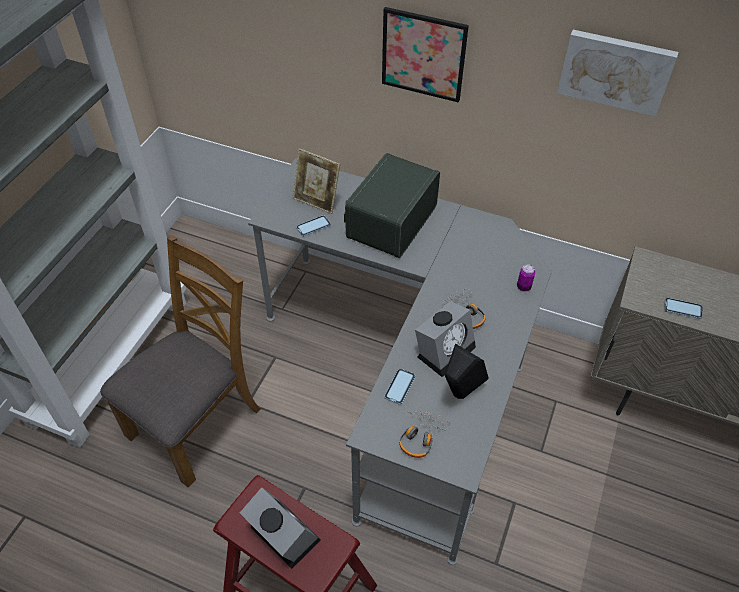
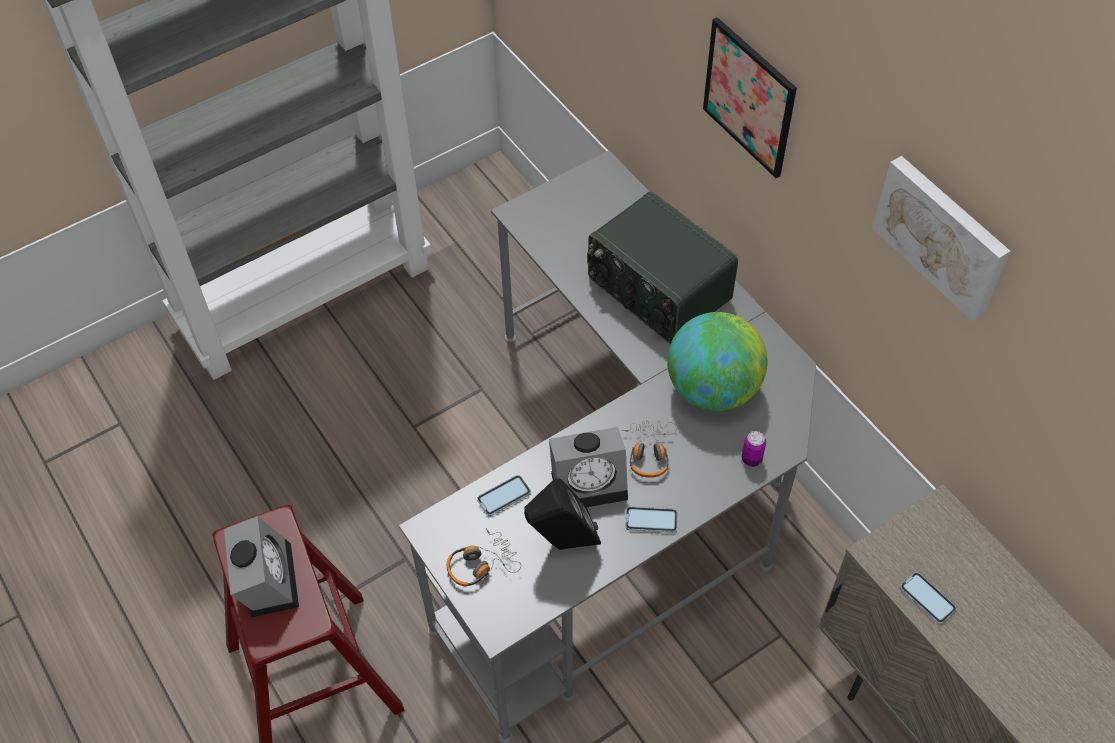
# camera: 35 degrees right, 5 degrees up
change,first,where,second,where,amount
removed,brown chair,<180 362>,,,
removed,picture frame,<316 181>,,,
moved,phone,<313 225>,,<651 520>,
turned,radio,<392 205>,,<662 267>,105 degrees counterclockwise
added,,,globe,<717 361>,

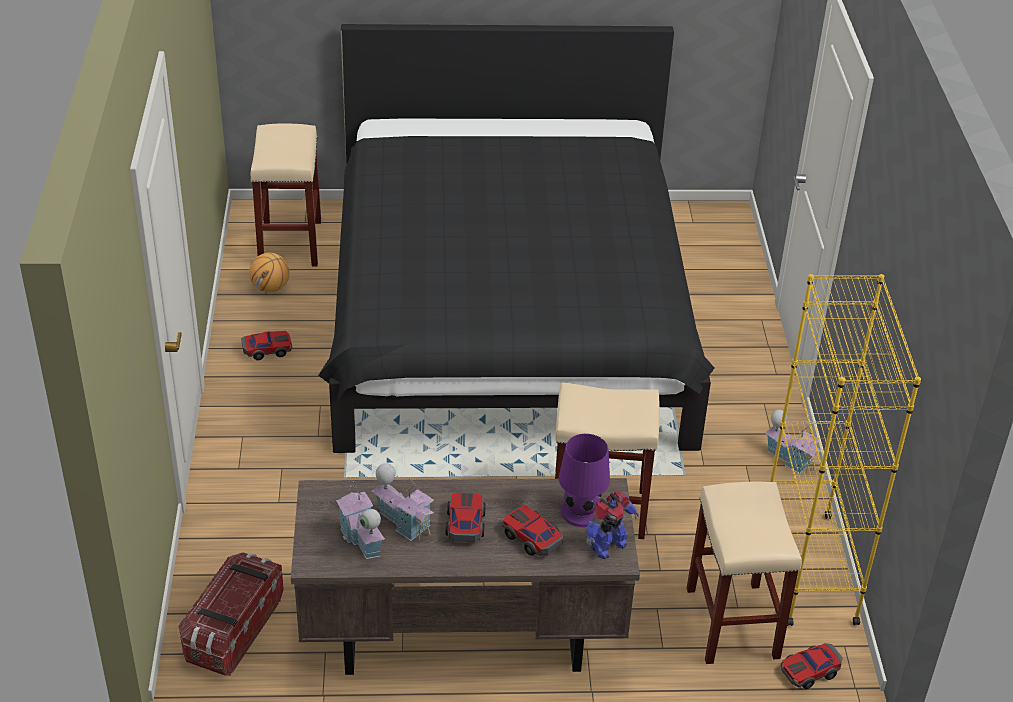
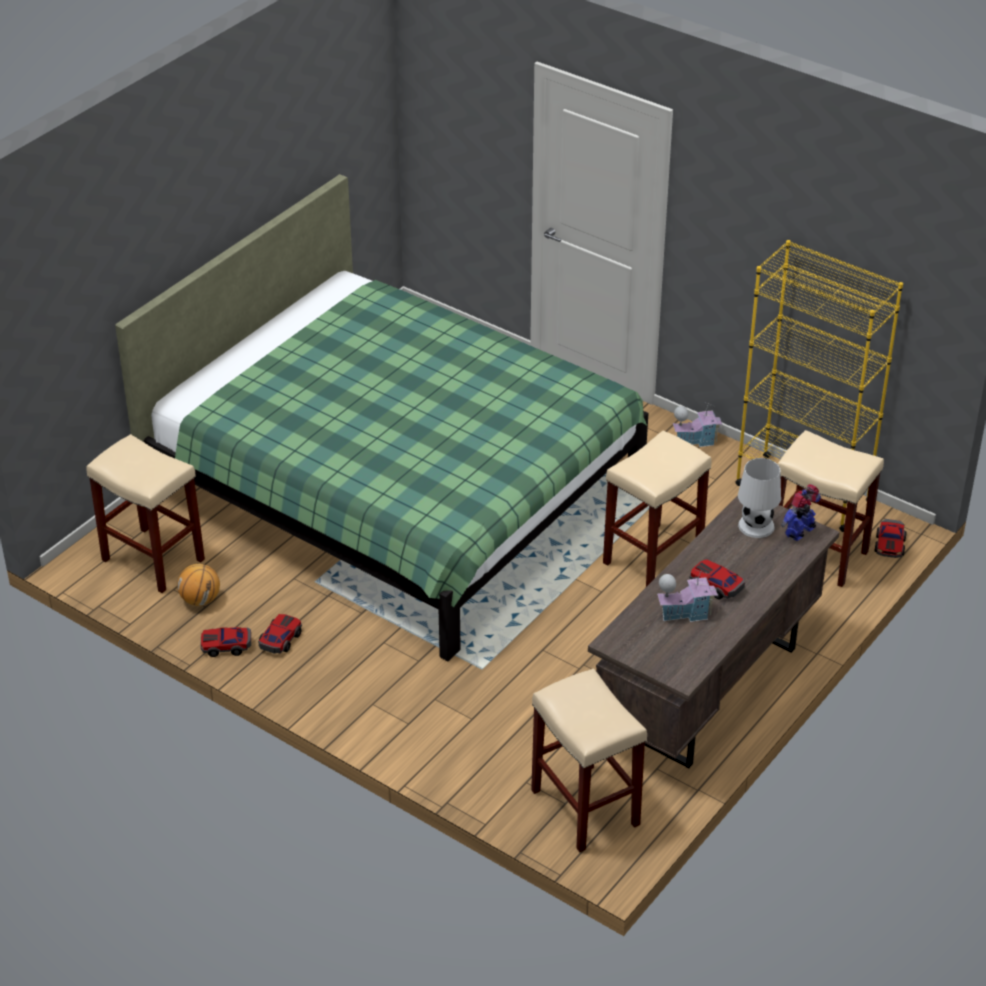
# camera: 50 degrees left, 0 degrees up
change,first,where,second,where,amount
replaced,storage box,<231 614>,beige stool,<589 760>,
recoloured,black bed,<516 238>,green bed,<381 417>,
removed,toy house,<360 520>,,,
moved,toy car,<532 531>,,<225 642>,
recoloured,purple table lamp,<584 480>,white table lamp,<759 498>,
turned,toy robot,<612 525>,,<801 512>,135 degrees counterclockwise

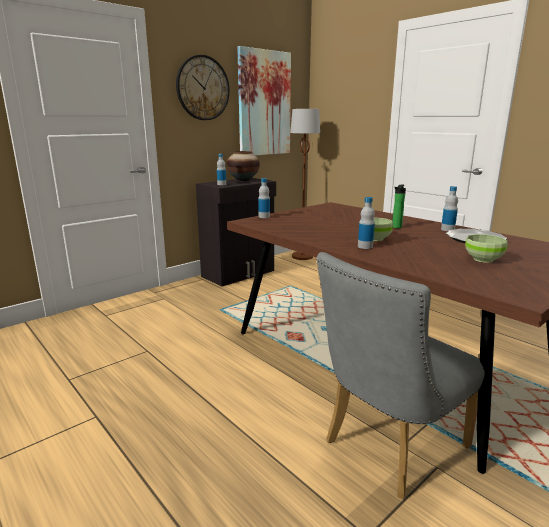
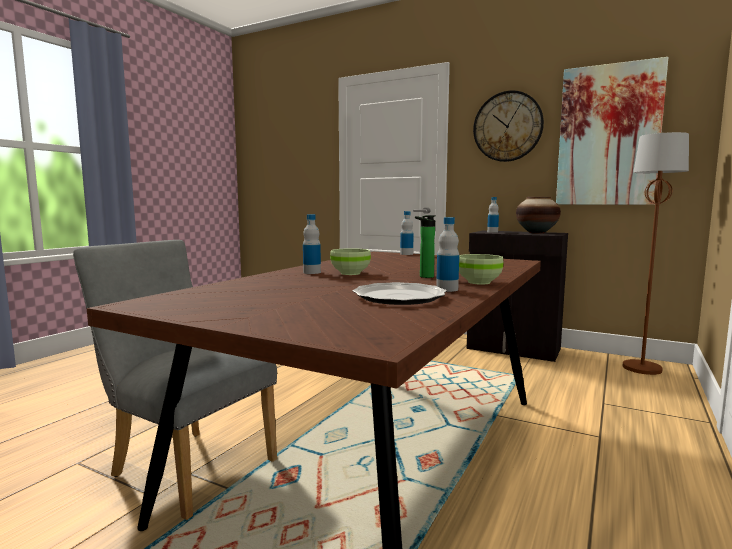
# camera: 70 degrees right, 10 degrees down
change,first,where,second,where,amount
moved,green bowl,<486 248>,,<481 269>,

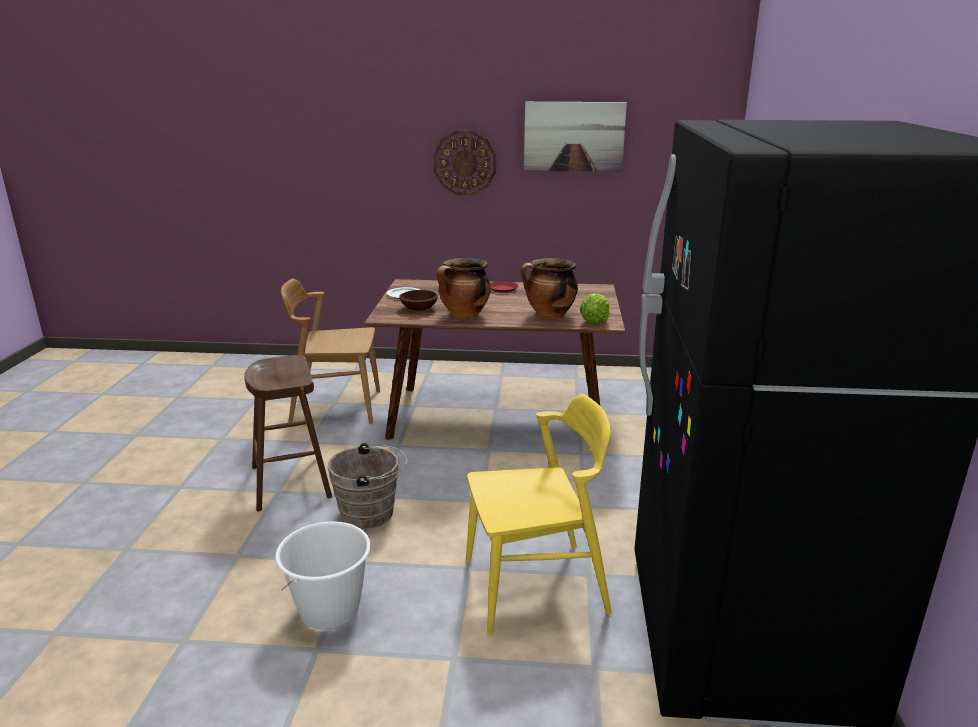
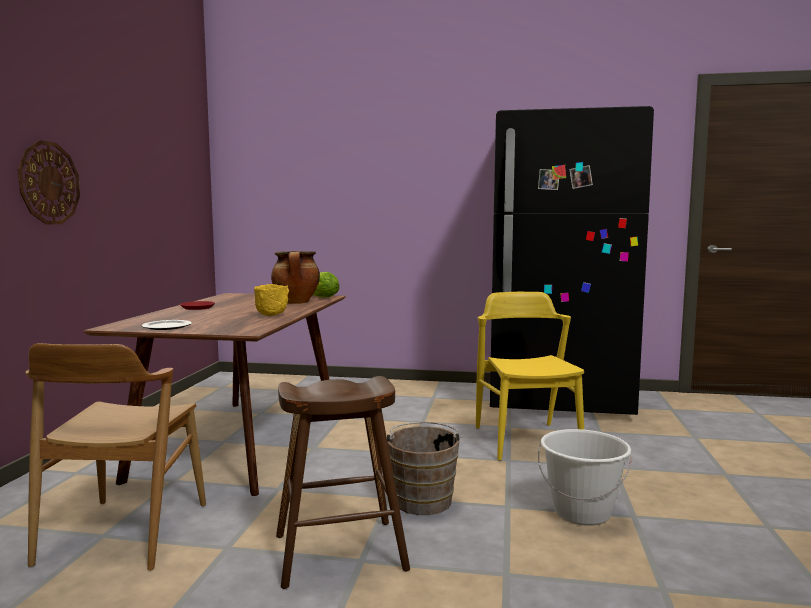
# camera: 85 degrees left, 15 degrees down
change,first,where,second,where,amount
removed,brown bowl,<418 300>,,,
replaced,cooking pot,<464 288>,yellow bowl,<271 300>,
removed,picture,<575 136>,,,

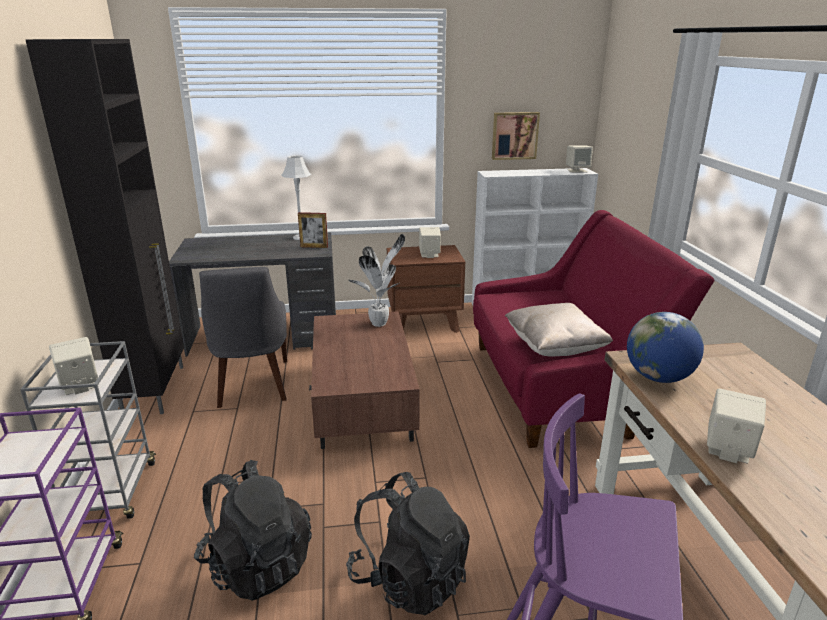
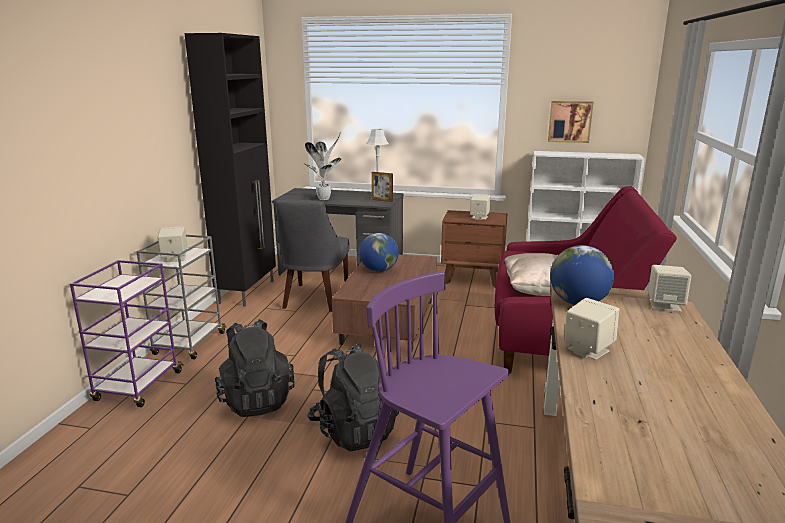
# camera: 20 degrees right, 5 degrees down
change,first,where,second,where,amount
moved,potted plant,<376 280>,,<322 166>,
moved,beige speaker,<579 159>,,<669 288>,
added,,,globe,<379 252>,

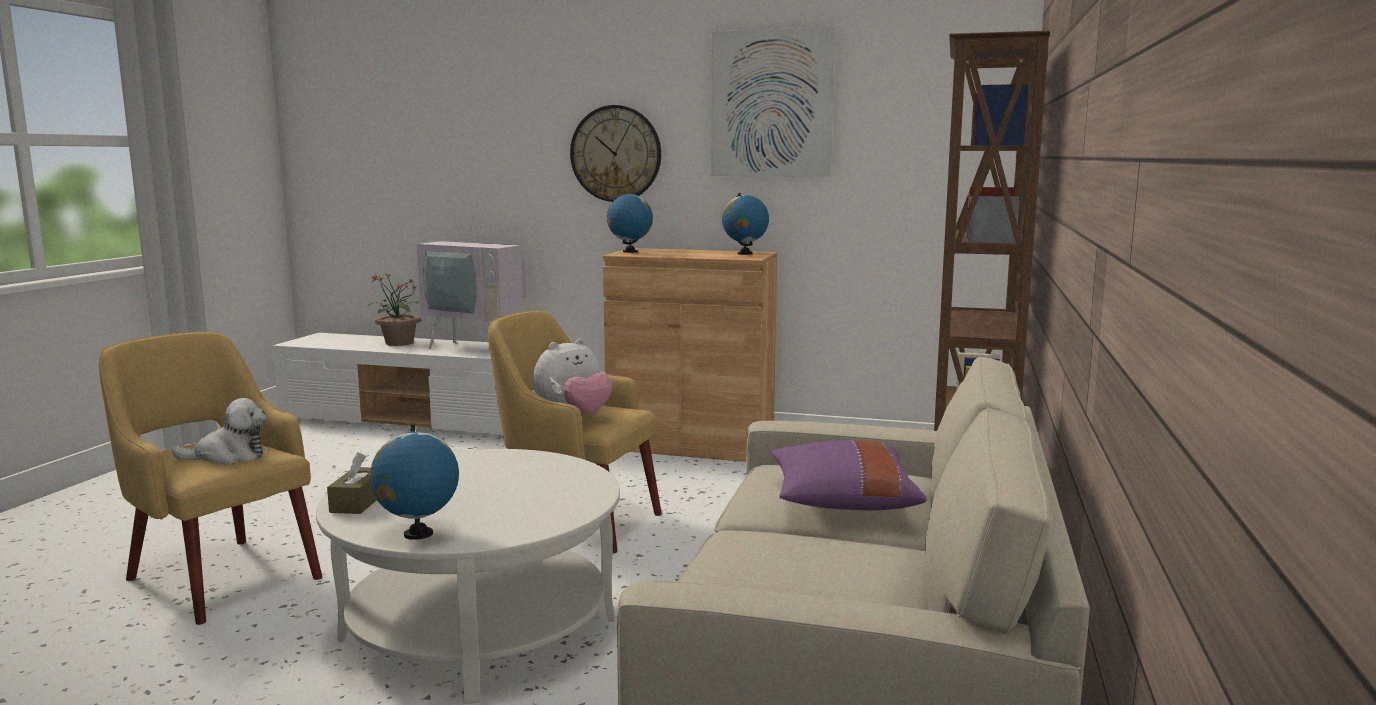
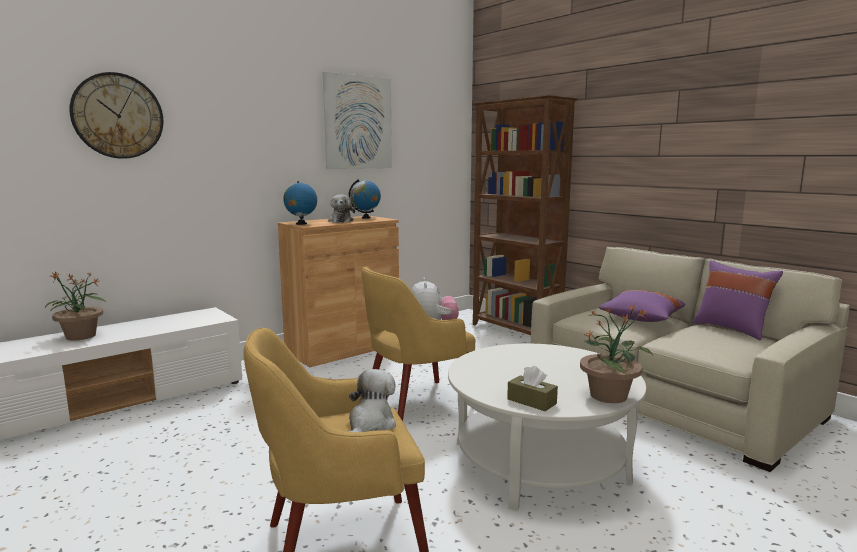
# camera: 55 degrees left, 0 degrees up
change,first,where,second,where,amount
replaced,globe,<414 482>,potted plant,<616 353>,
removed,television,<471 274>,,,
moved,wall clock,<615 153>,,<116 115>,
added,,,plush toy,<341 209>,
added,,,purple pillow,<737 300>,

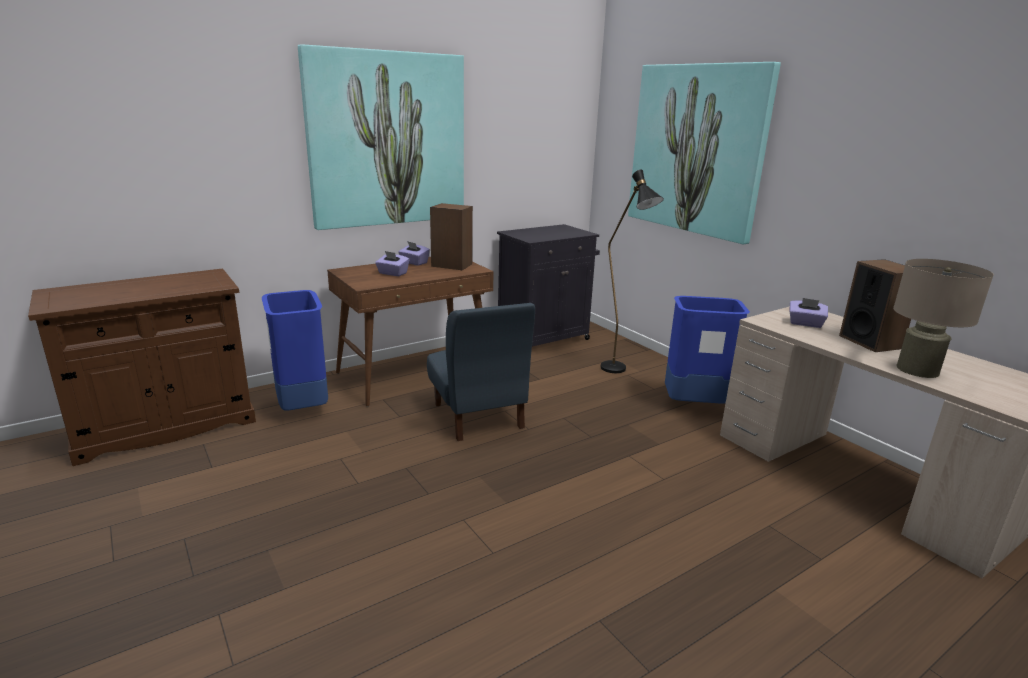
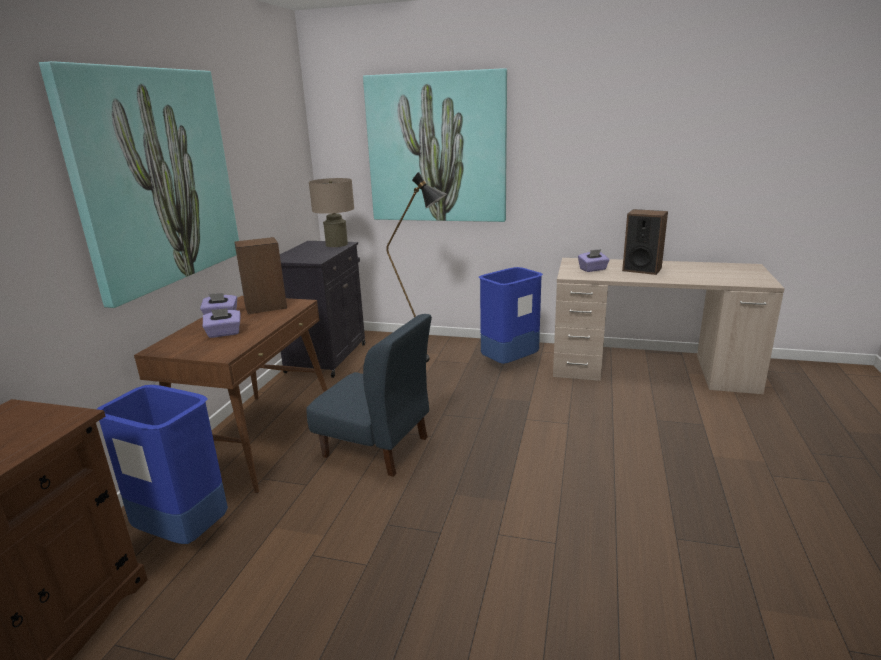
# camera: 40 degrees left, 0 degrees up
change,first,where,second,where,amount
moved,beige table lamp,<943 318>,,<331 212>,

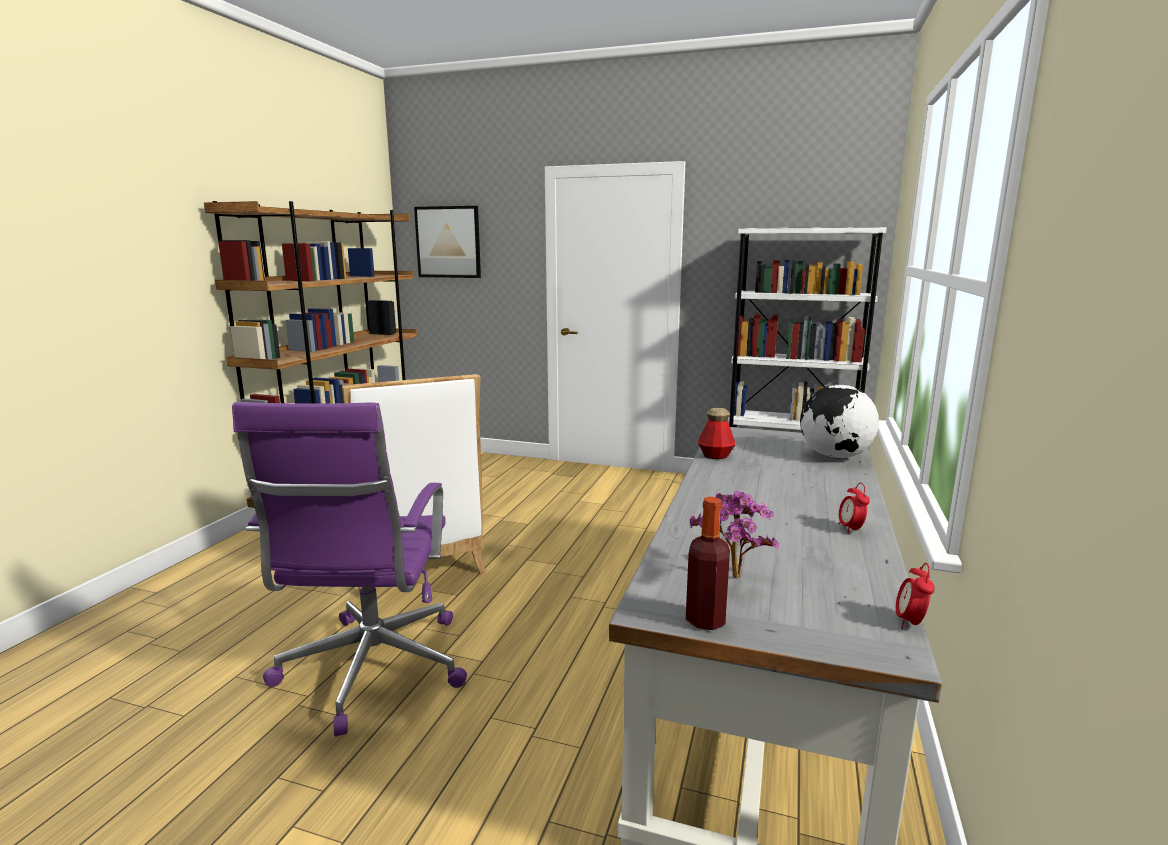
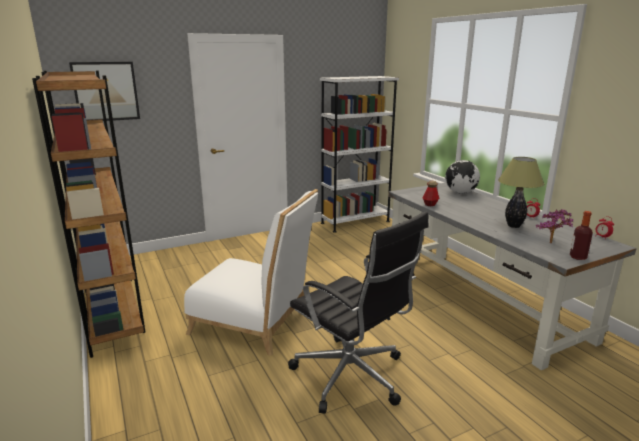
# camera: 45 degrees left, 5 degrees up
change,first,where,second,where,amount
recoloured,purple office chair,<349 569>,black office chair,<358 312>,
added,,,table lamp,<521 192>,

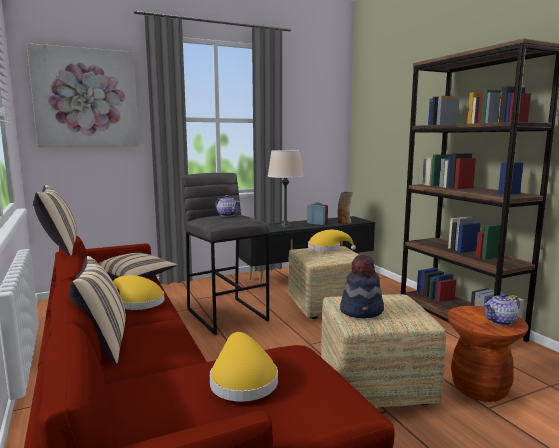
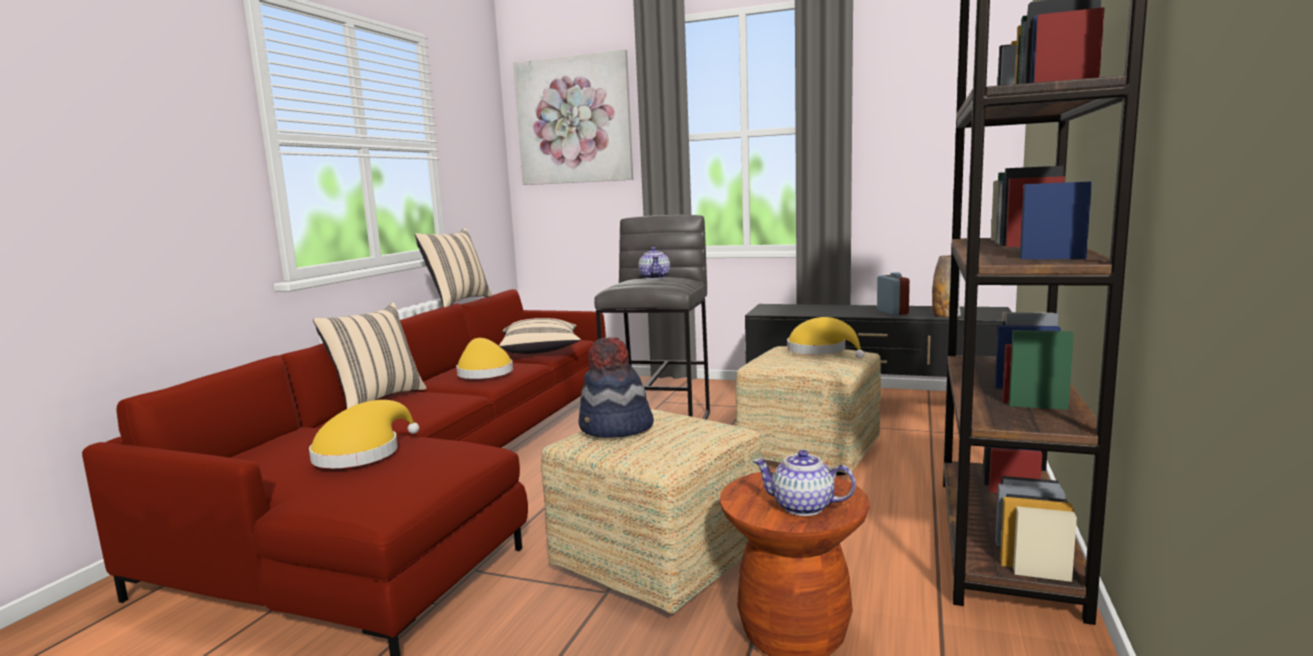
# camera: 45 degrees right, 0 degrees up
change,first,where,second,where,amount
removed,beige table lamp,<286 189>,,,

